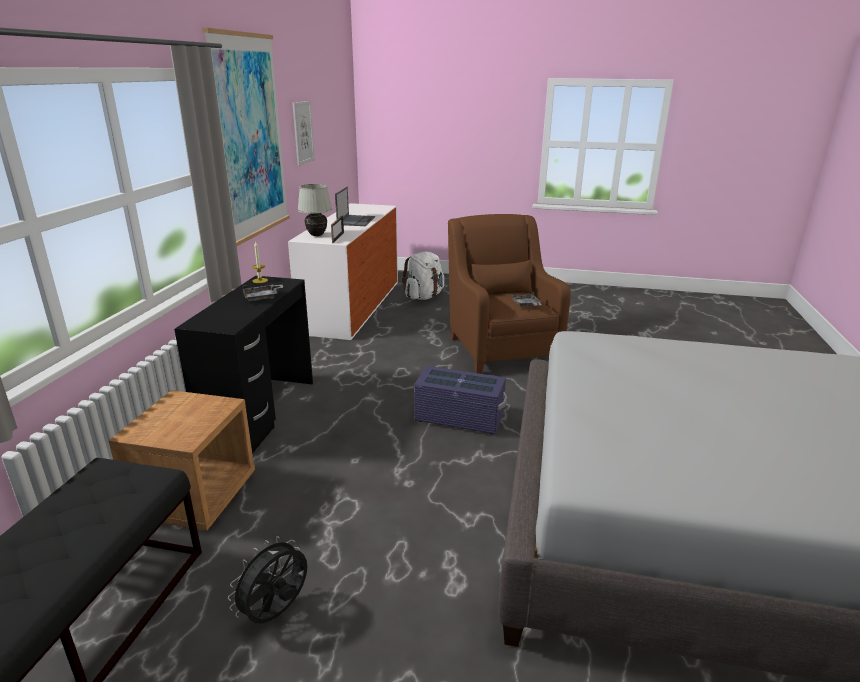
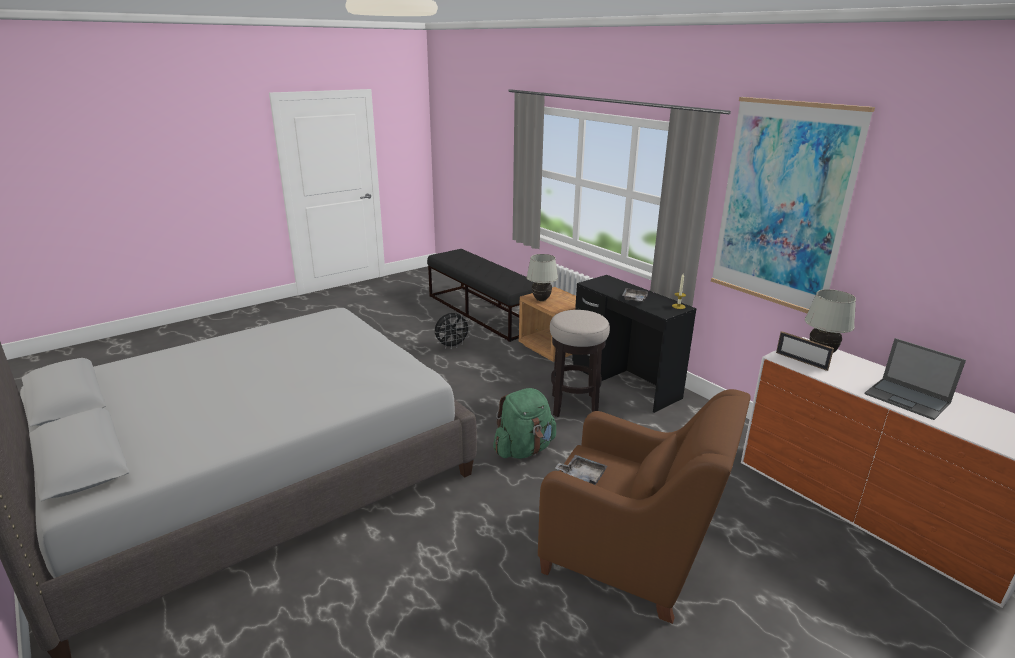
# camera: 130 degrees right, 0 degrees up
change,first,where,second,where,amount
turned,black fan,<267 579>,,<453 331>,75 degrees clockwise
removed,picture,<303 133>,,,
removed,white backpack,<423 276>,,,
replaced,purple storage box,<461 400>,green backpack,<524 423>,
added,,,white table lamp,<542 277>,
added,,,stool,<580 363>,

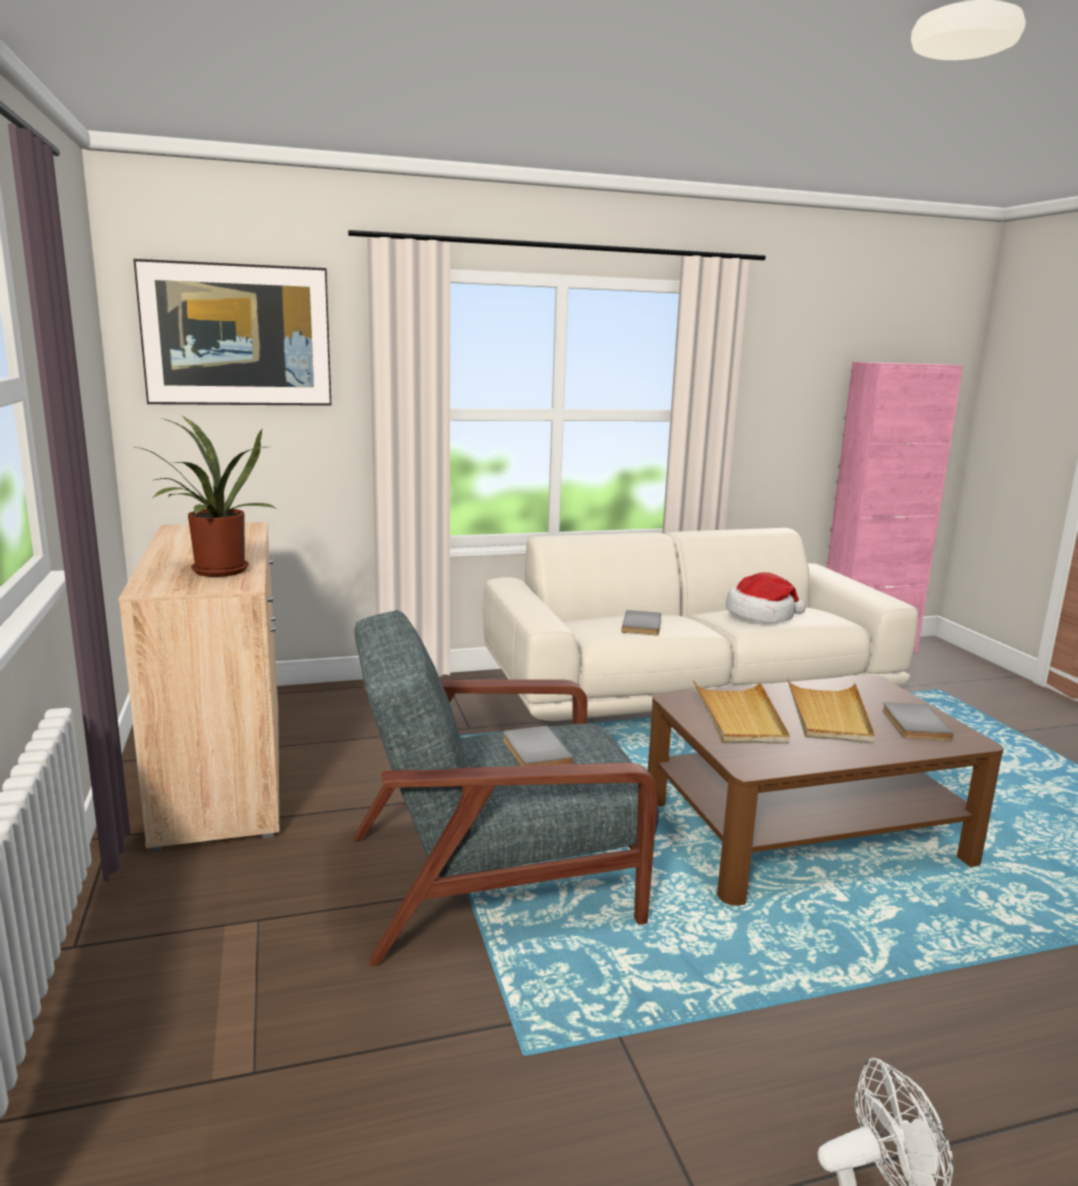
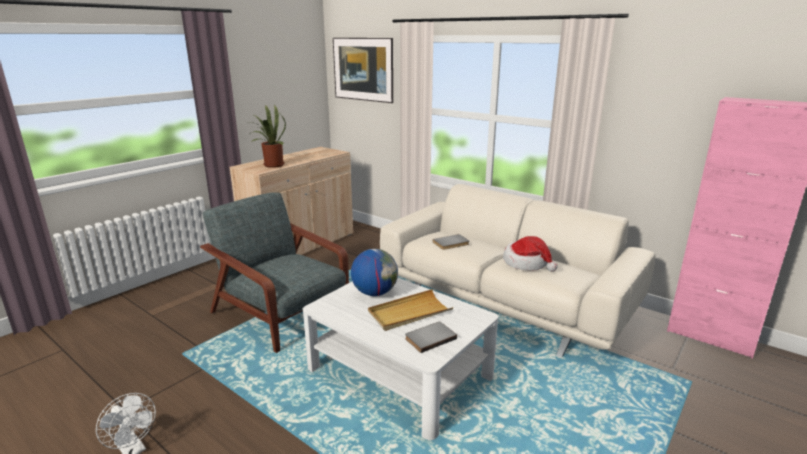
# camera: 55 degrees right, 5 degrees up
change,first,where,second,where,amount
removed,grey book,<538 746>,,,
recoloured,brown coffee table,<826 790>,white coffee table,<400 359>,
replaced,beige tray,<741 712>,globe,<374 272>,

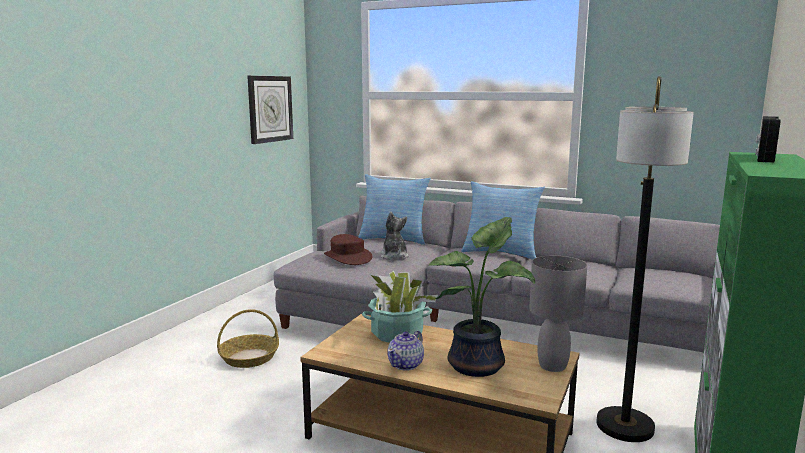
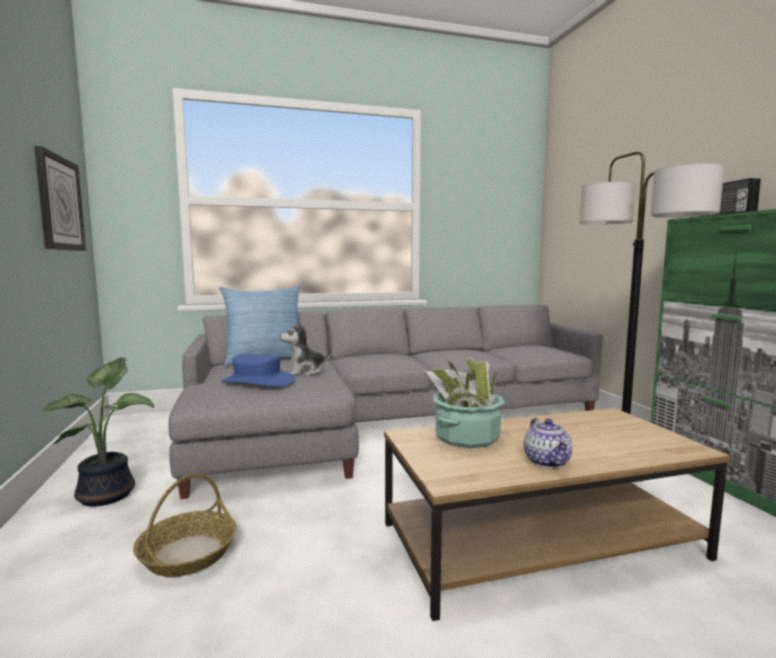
# camera: 40 degrees left, 5 degrees down
change,first,where,second,where,amount
recoloured,brown hat,<348 249>,blue hat,<258 369>,
turned,plush toy,<395 236>,,<305 347>,60 degrees counterclockwise
moved,potted plant,<482 297>,,<98 432>,
removed,pillow,<503 220>,,,
removed,grey table lamp,<558 314>,,,

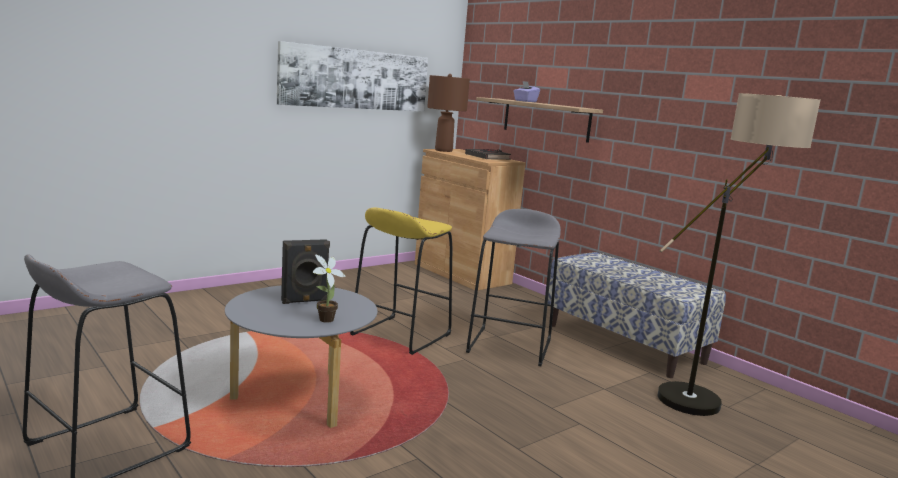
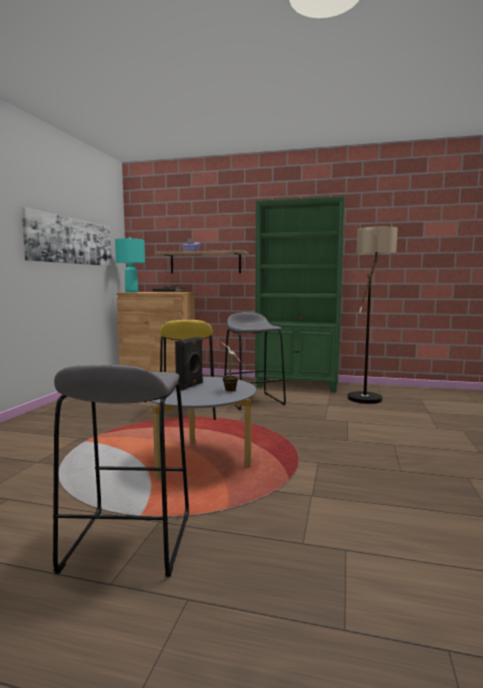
# camera: 35 degrees left, 5 degrees down
change,first,where,second,where,amount
recoloured,brown table lamp,<448 113>,turquoise table lamp,<130 265>,
replaced,bench,<637 315>,green bookcase,<300 294>,

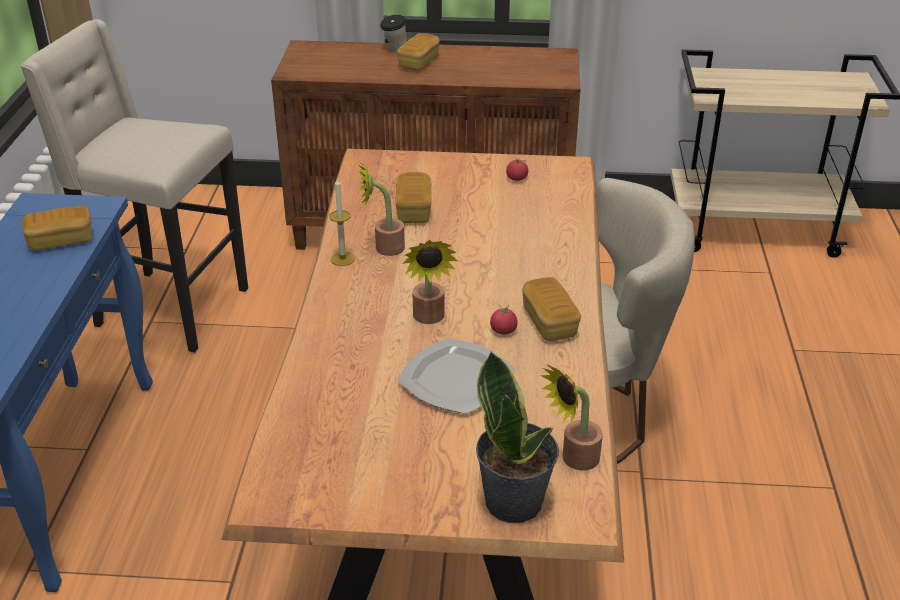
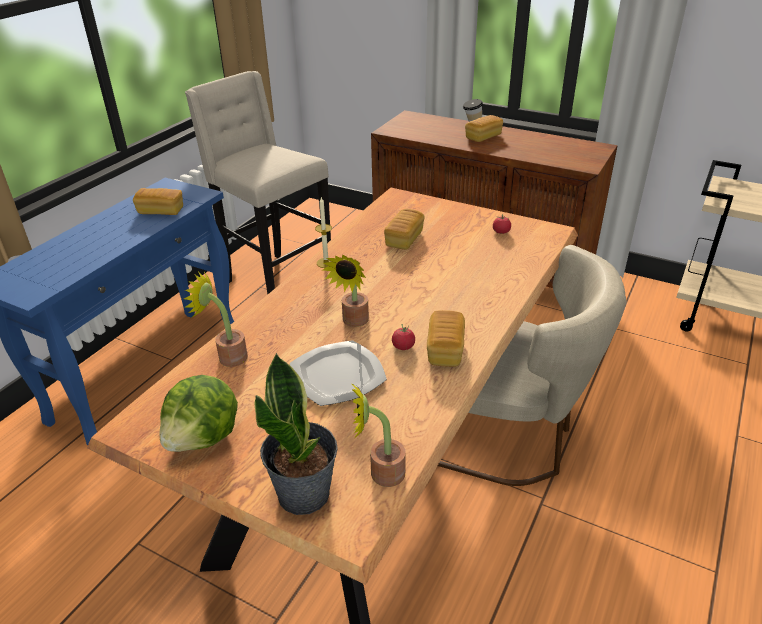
# camera: 25 degrees right, 0 degrees up
change,first,where,second,where,amount
moved,potted plant,<382 209>,,<216 319>,
added,,,lettuce,<199 413>,

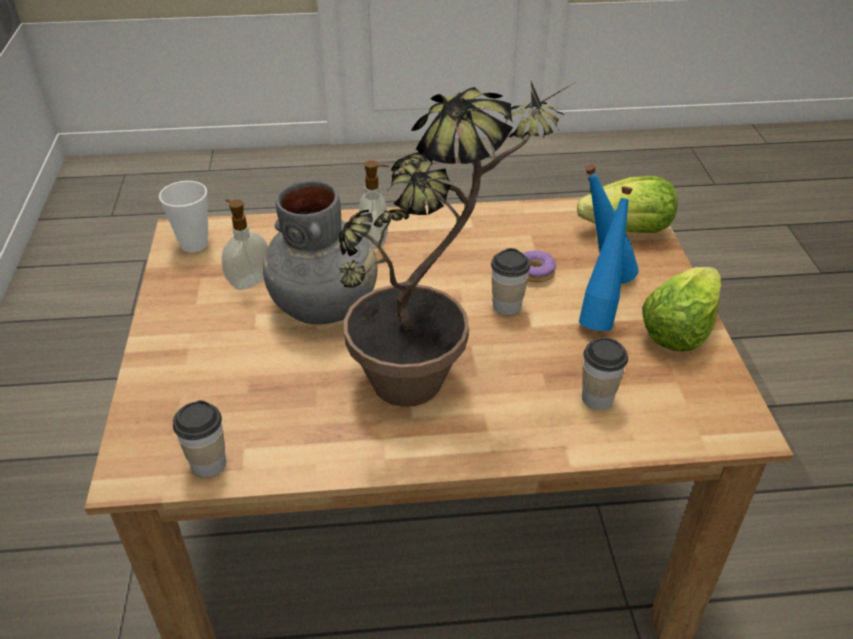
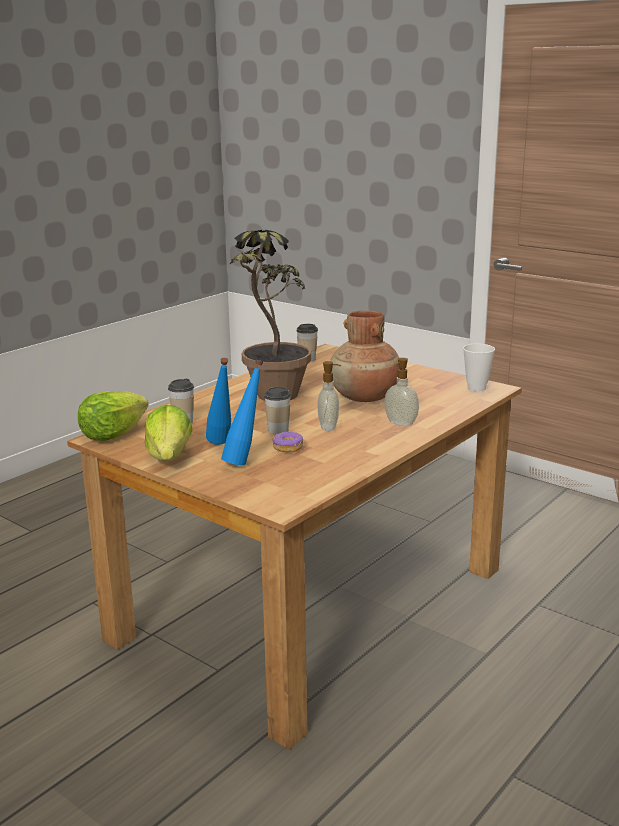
# camera: 135 degrees right, 20 degrees down
change,first,where,second,where,amount
moved,soap dispenser,<244 244>,,<329 396>,
recoloured,grey vase,<320 252>,brown vase,<365 356>,
moved,lettuce,<627 204>,,<113 416>,

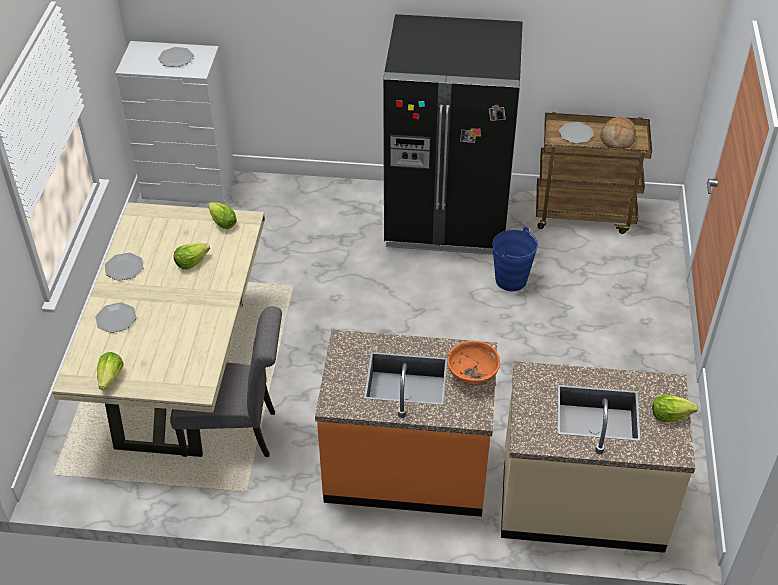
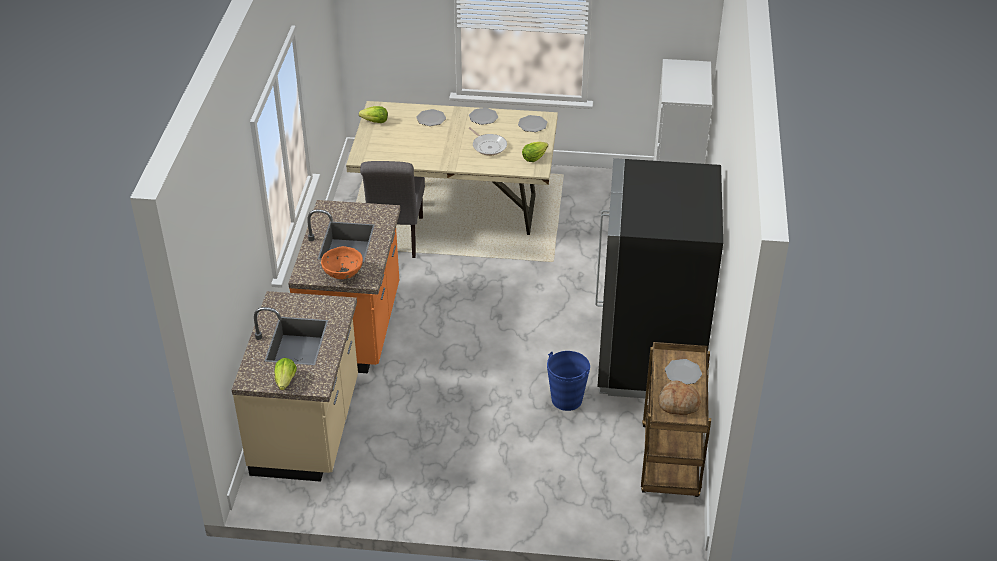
# camera: 90 degrees right, 5 degrees down
change,first,where,second,where,amount
moved,plate,<176 57>,,<532 123>,
replaced,lettuce,<192 256>,frying pan,<488 141>,

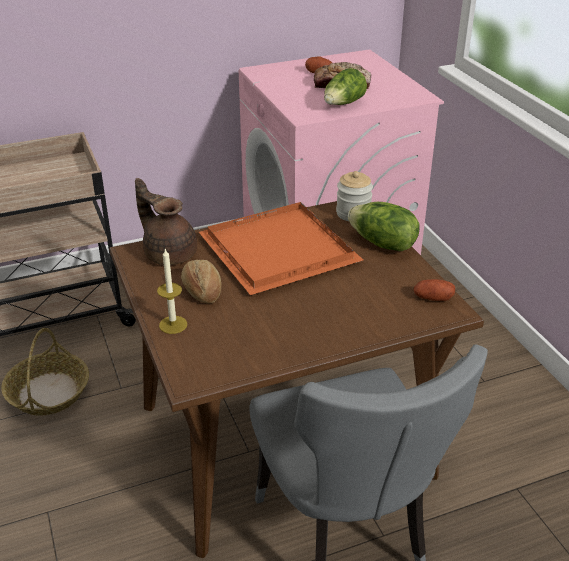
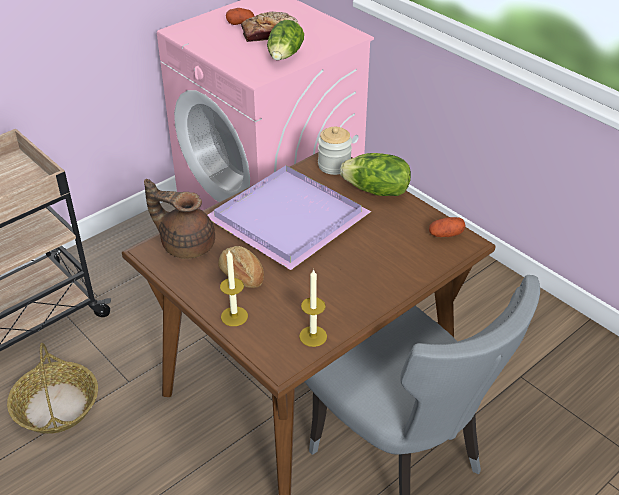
# camera: 20 degrees left, 5 degrees up
change,first,where,second,where,amount
recoloured,orange tray,<281 248>,purple tray,<289 217>,
added,,,candle,<313 308>,

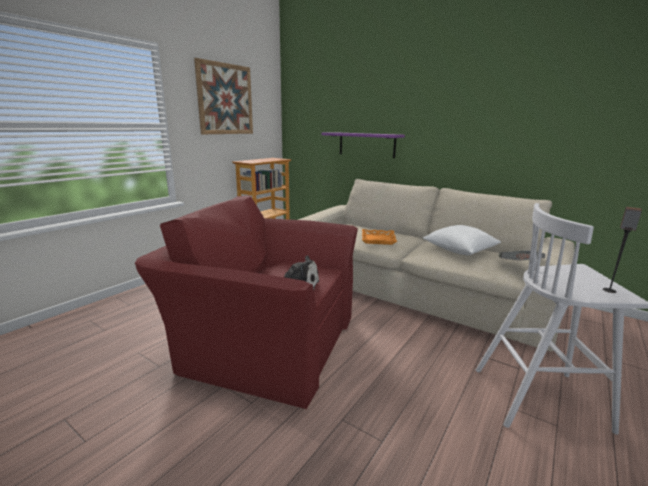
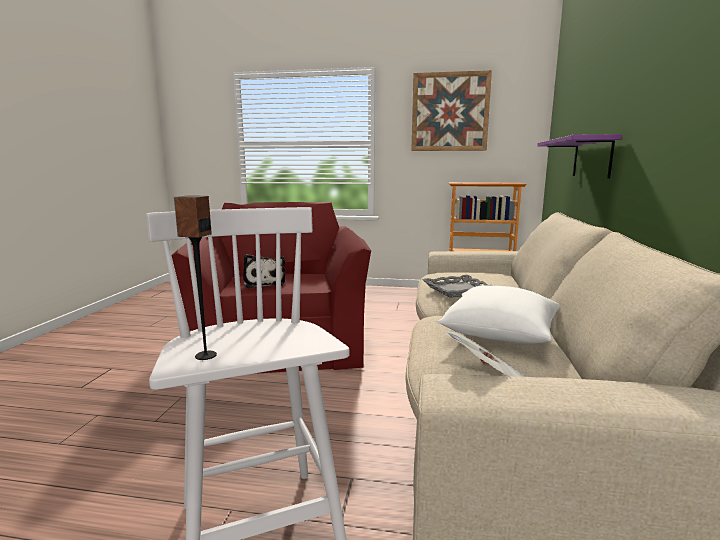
# camera: 65 degrees right, 5 degrees down
change,first,where,second,where,amount
recoloured,orange tray,<379 237>,grey tray,<458 286>,

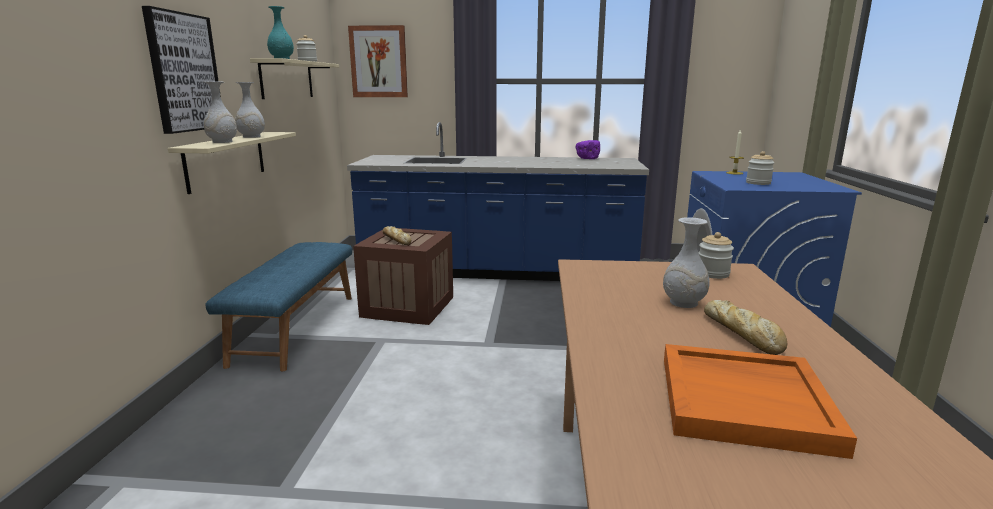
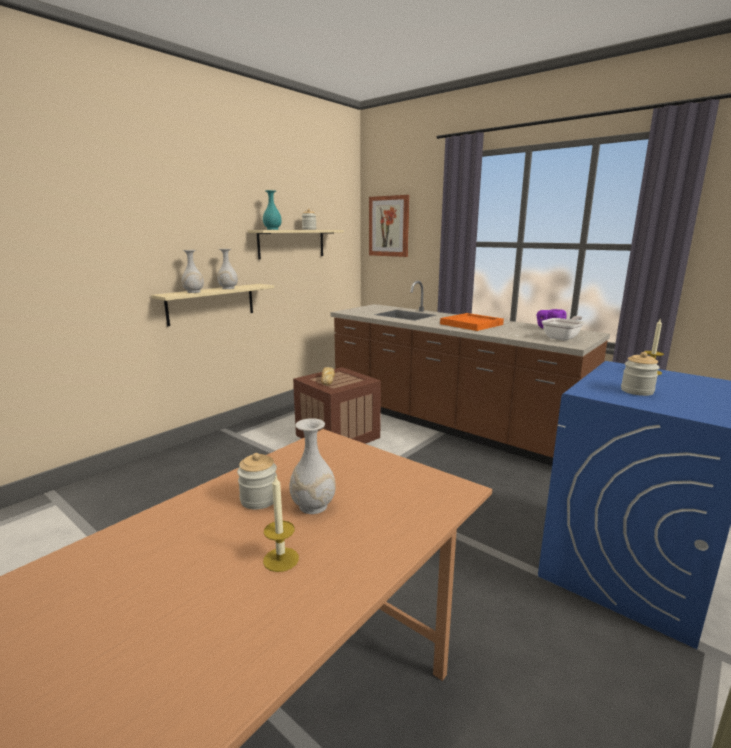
# camera: 35 degrees right, 0 degrees up
change,first,where,second,where,amount
removed,picture,<181 70>,,,
removed,blue bench,<279 306>,,,
recoloured,blue counter,<498 201>,brown counter,<470 373>,
moved,orange tray,<760 401>,,<472 322>,
moved,jar,<716 255>,,<257 481>,
replaced,bread,<745 327>,candle,<281 523>,
added,,,frying pan,<563 328>,

